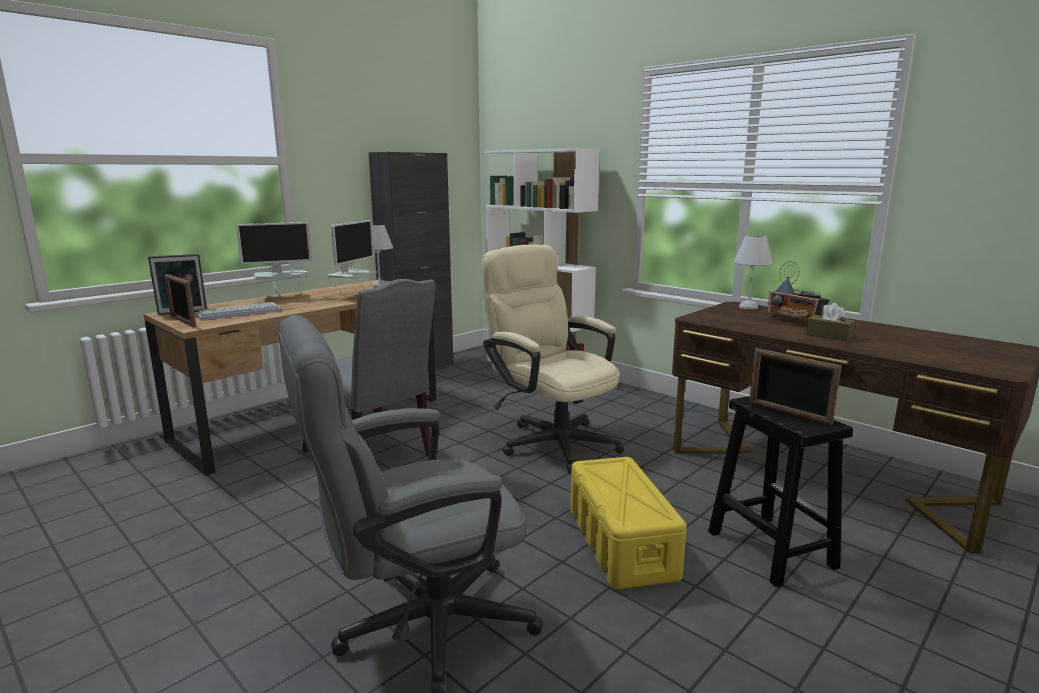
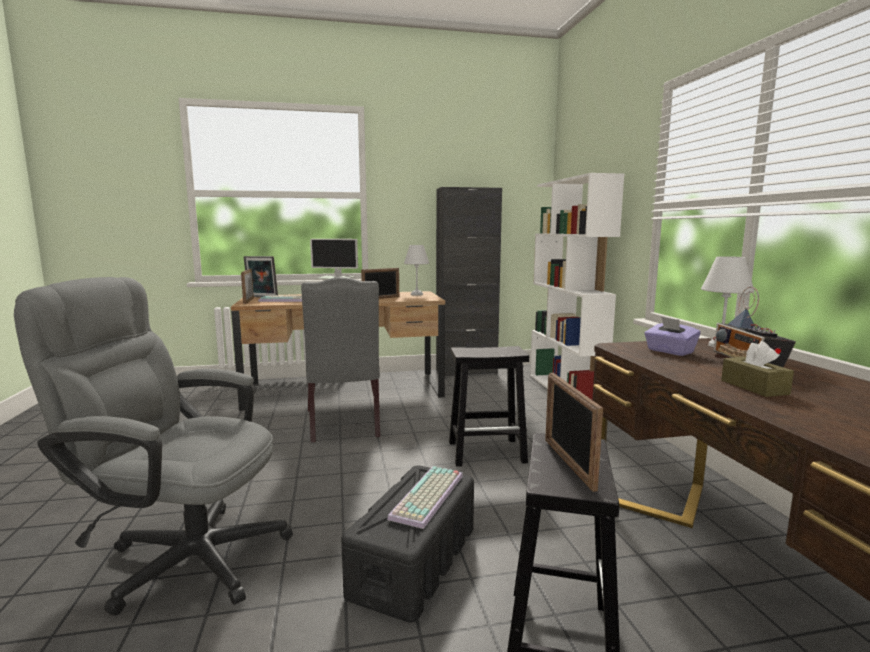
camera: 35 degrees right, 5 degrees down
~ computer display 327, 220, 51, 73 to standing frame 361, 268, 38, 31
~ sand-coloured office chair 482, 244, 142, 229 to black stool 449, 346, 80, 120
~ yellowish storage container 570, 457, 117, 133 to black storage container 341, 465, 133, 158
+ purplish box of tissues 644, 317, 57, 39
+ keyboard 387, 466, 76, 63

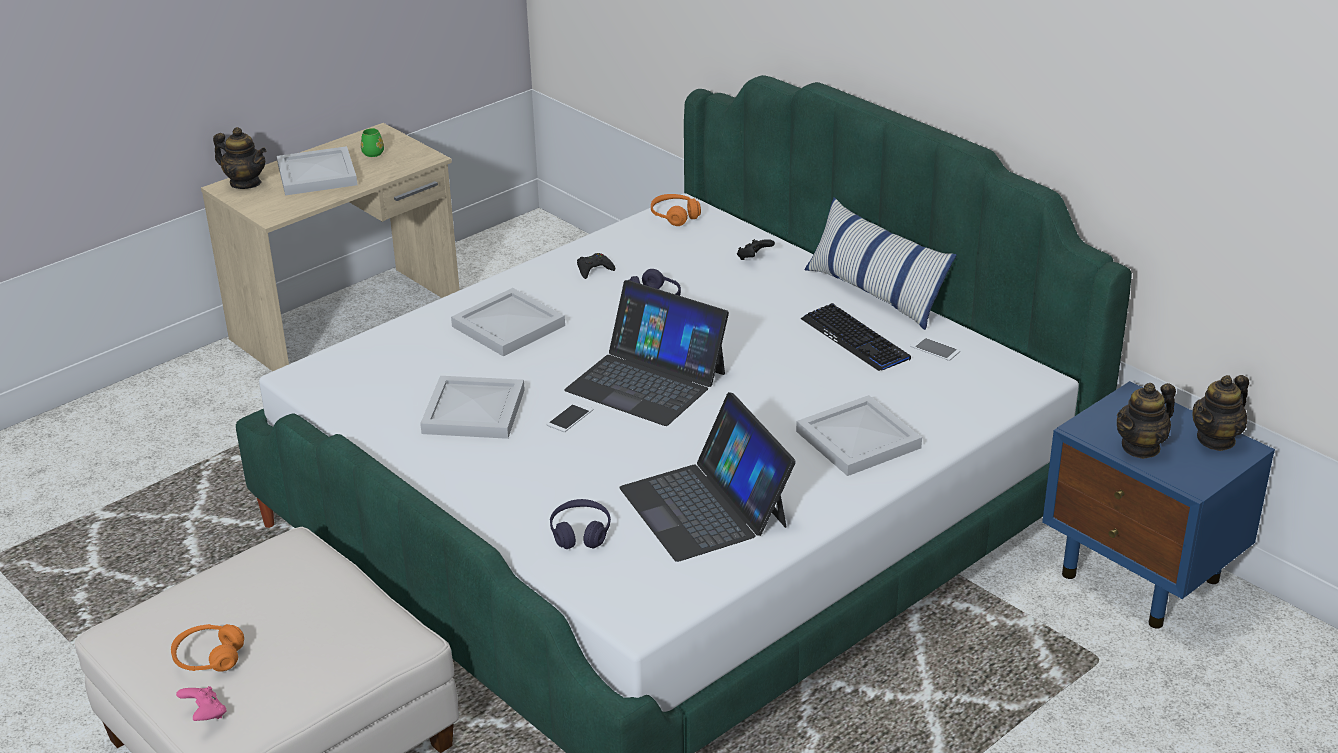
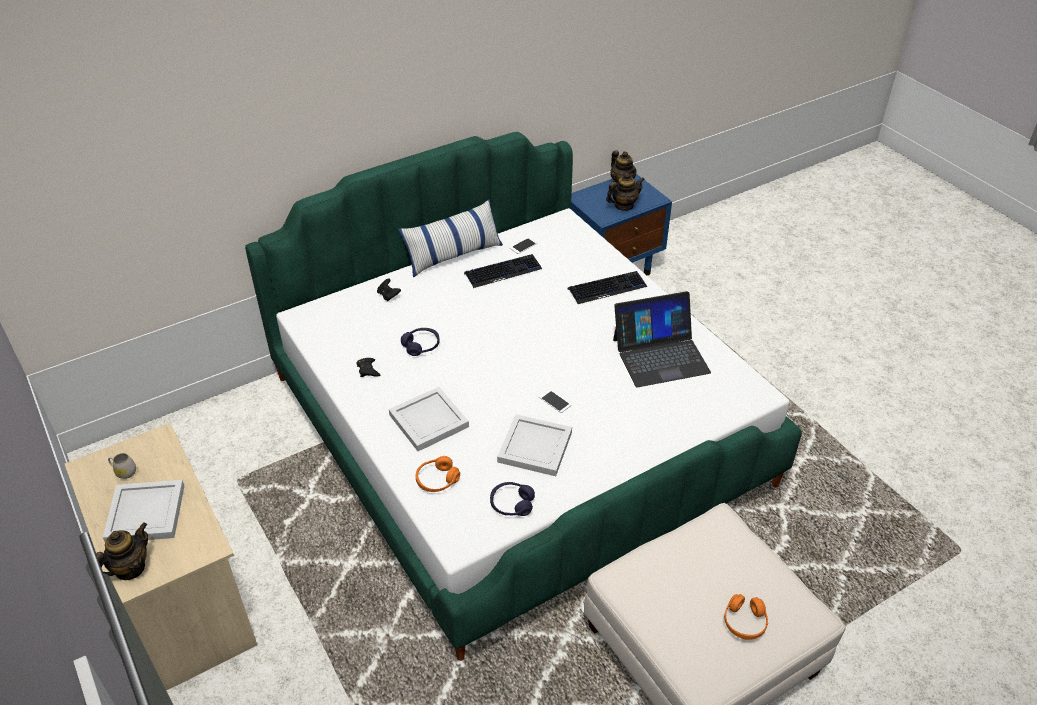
camera: 80 degrees left, 10 degrees up
~ green tea mug 361, 128, 23, 29 to white tea mug 108, 453, 28, 26
~ orange pair of headphones 651, 194, 50, 32 to 415, 456, 45, 36
- laptop 564, 280, 165, 146
~ pot for tea 1117, 383, 59, 76 = 606, 173, 39, 38 90 degrees counterclockwise
~ white tray 796, 395, 126, 81 to keyboard 568, 271, 79, 33
~ purplish pair of headphones 550, 499, 61, 50 to 490, 482, 45, 34
- pink game controller 176, 686, 50, 35

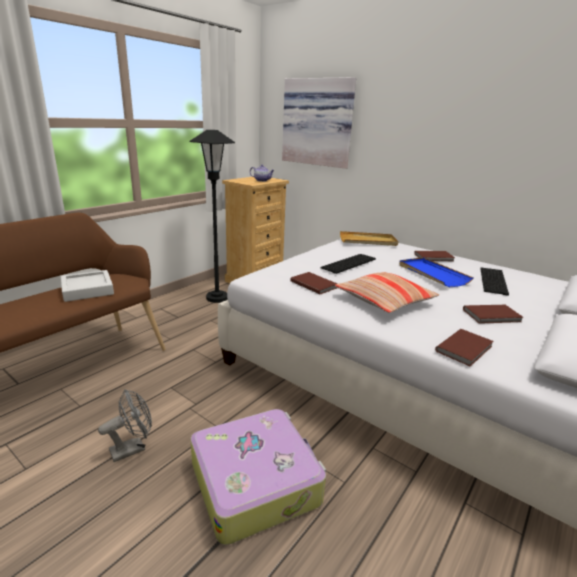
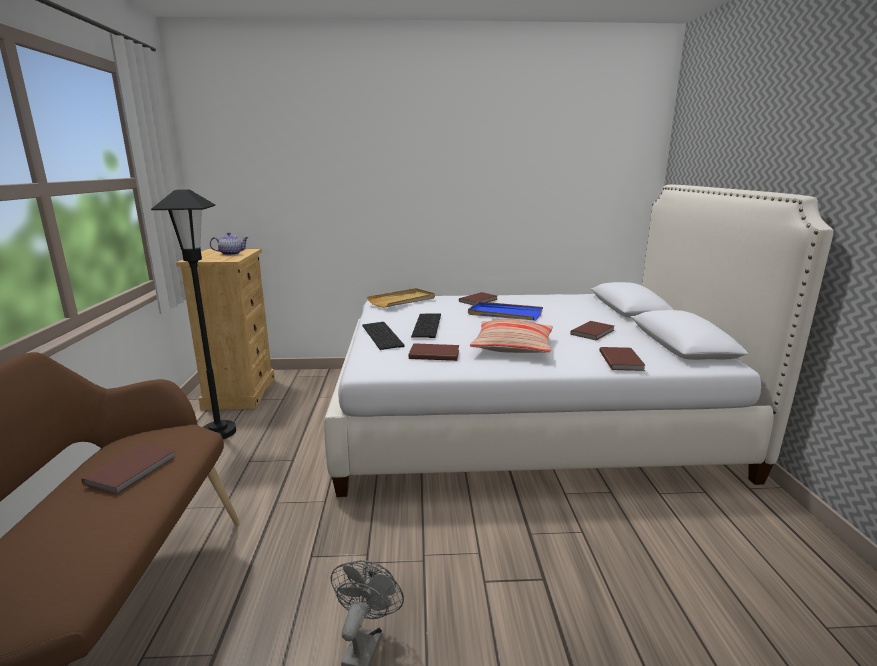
camera: 40 degrees left, 5 degrees down
- wall art 282, 77, 74, 92
~ keyboard 480, 268, 29, 28 to 362, 322, 43, 28
~ greyish tray 61, 270, 53, 32 to brown bound book 82, 444, 94, 51
- travel case 190, 409, 136, 136

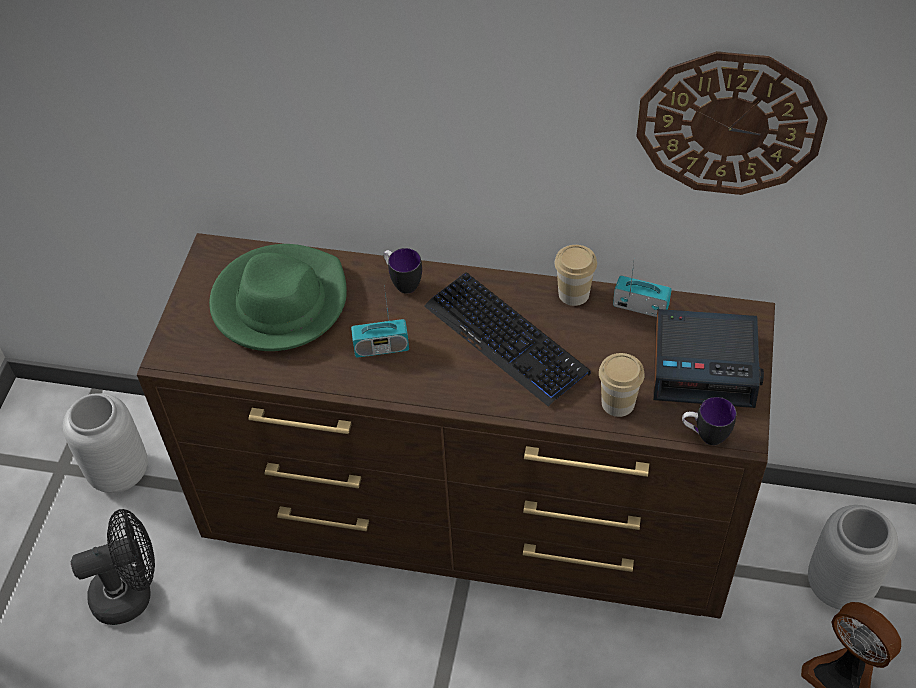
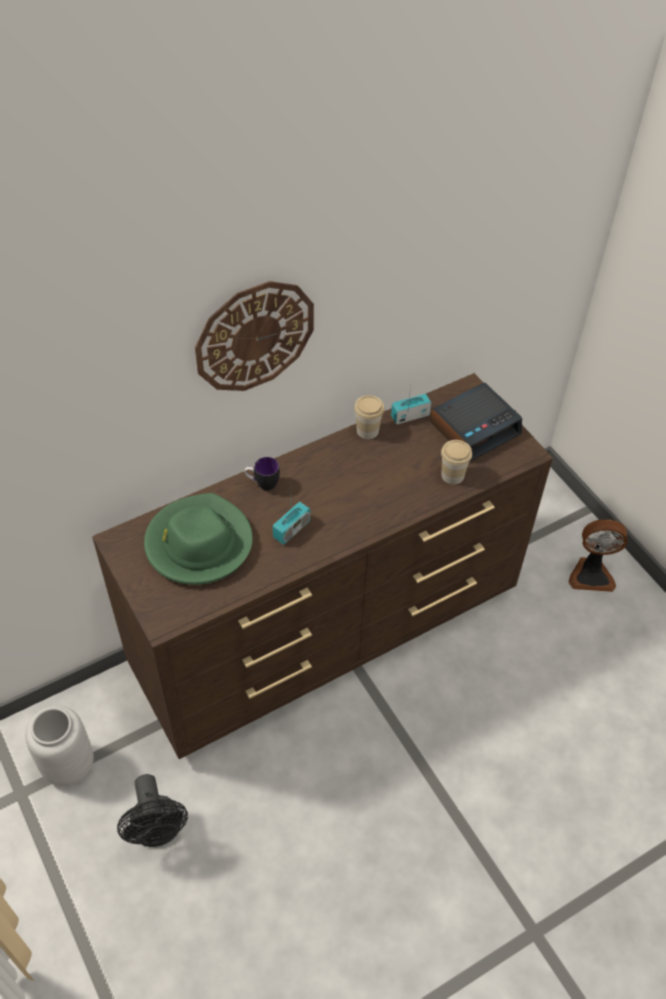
camera: 45 degrees left, 0 degrees up
~ wall clock 636, 51, 192, 144 to 195, 281, 119, 110
- keyboard 424, 272, 167, 135
- tea mug 682, 397, 54, 48
- greyish flower vase 808, 505, 90, 105
~ black electric fan 71, 509, 84, 116 = 117, 774, 71, 73 135 degrees clockwise

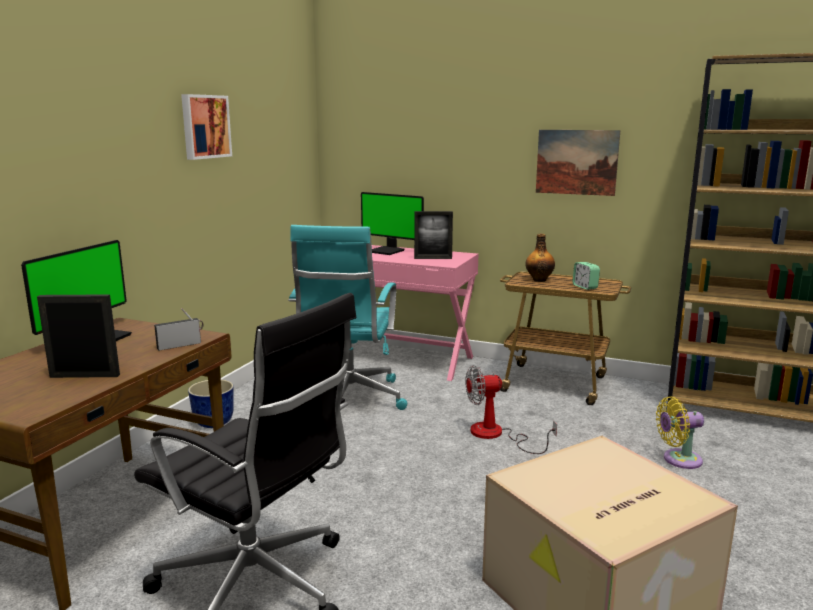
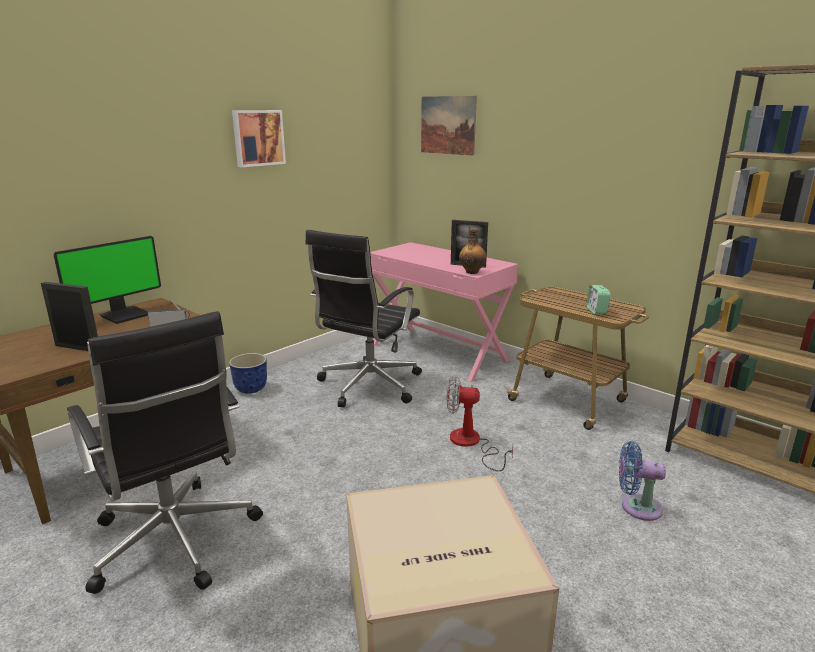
camera: 20 degrees right, 5 degrees up
~ wall art 536, 130, 84, 66 to 421, 96, 56, 60
- computer display 361, 192, 63, 63
~ blue-green office chair 288, 225, 119, 185 to black office chair 305, 230, 117, 177
~ bottle 525, 234, 30, 48 to 459, 228, 27, 46
~ yellowish electric fan 656, 396, 48, 73 to bluish electric fan 619, 441, 47, 80

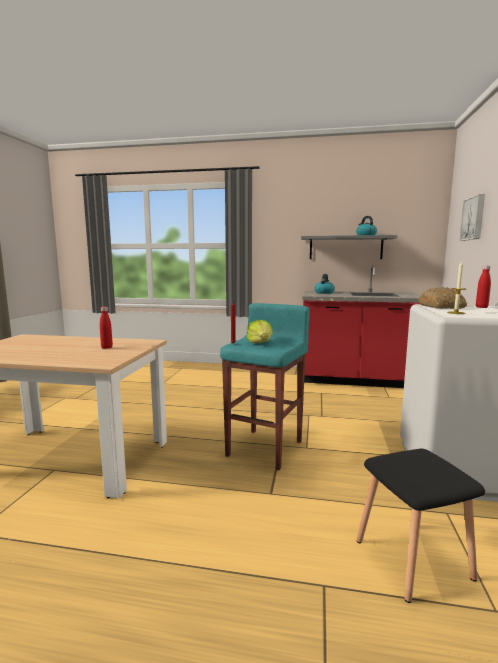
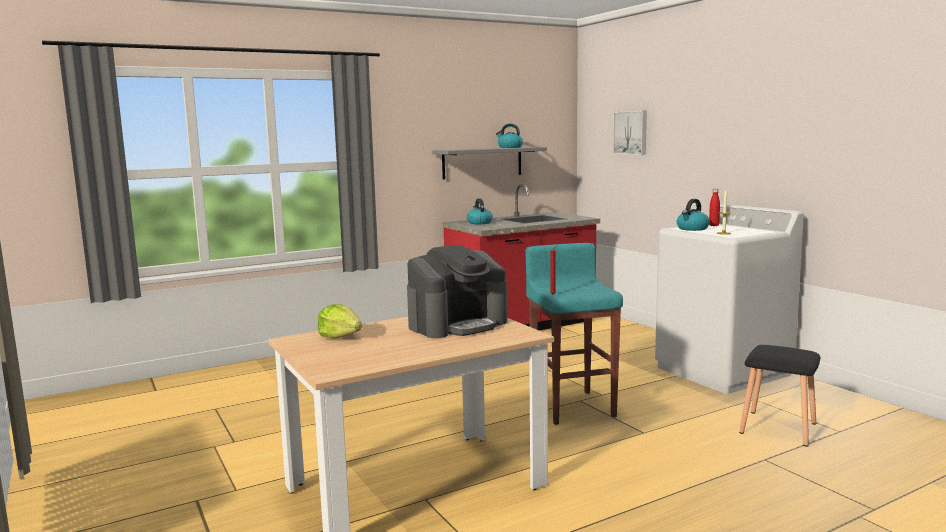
camera: 40 degrees left, 0 degrees up
~ bakery bread 418, 287, 49, 22 to kettle 677, 199, 33, 32
~ reddish bottle 100, 307, 13, 42 to coffee machine 407, 245, 100, 93
~ lettuce 246, 320, 27, 23 to 318, 304, 44, 34

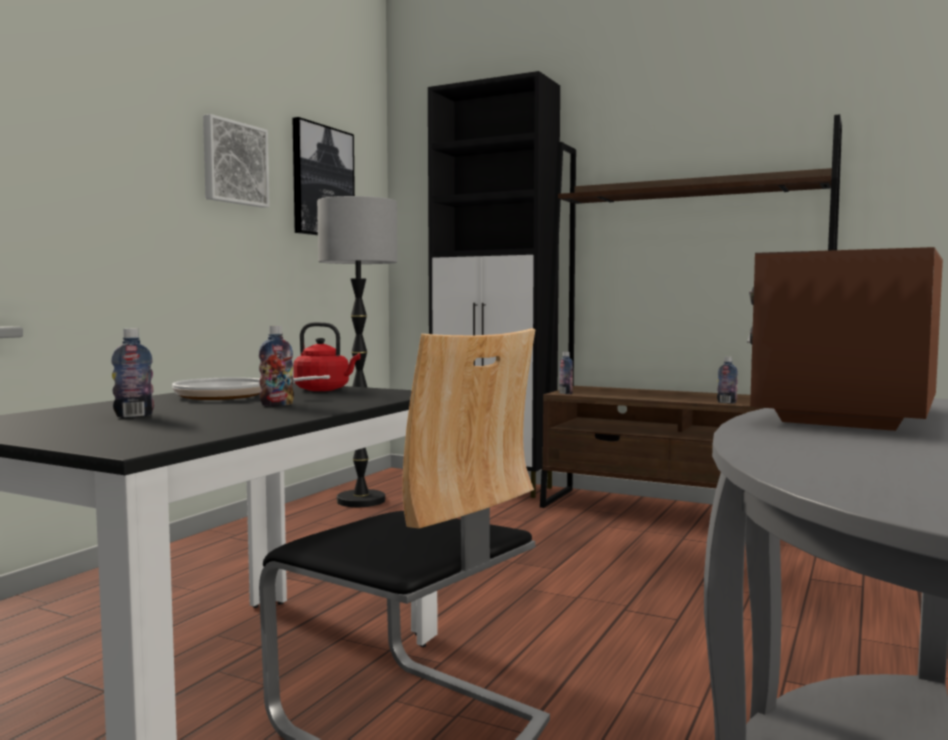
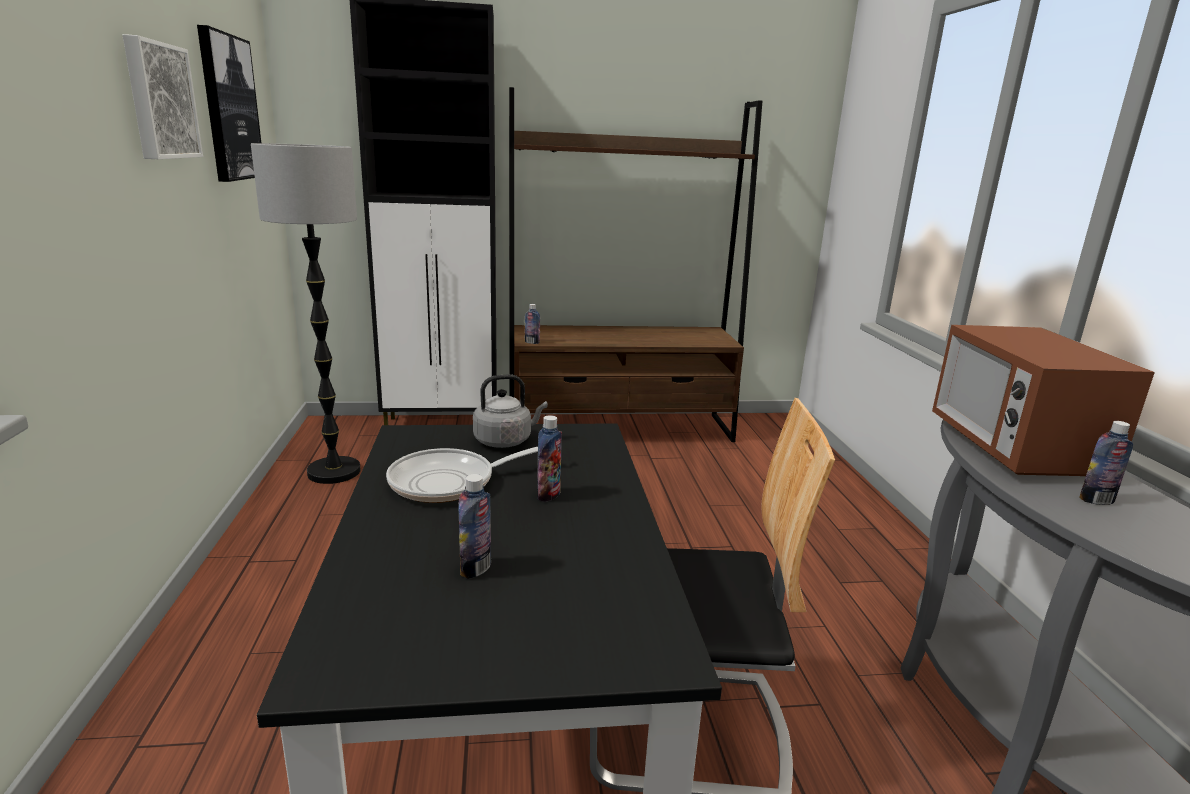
camera: 35 degrees left, 15 degrees up
~ reddish kettle 293, 322, 68, 69 to greyish kettle 473, 375, 75, 73
~ bottle 717, 357, 21, 47 to 1079, 421, 54, 84

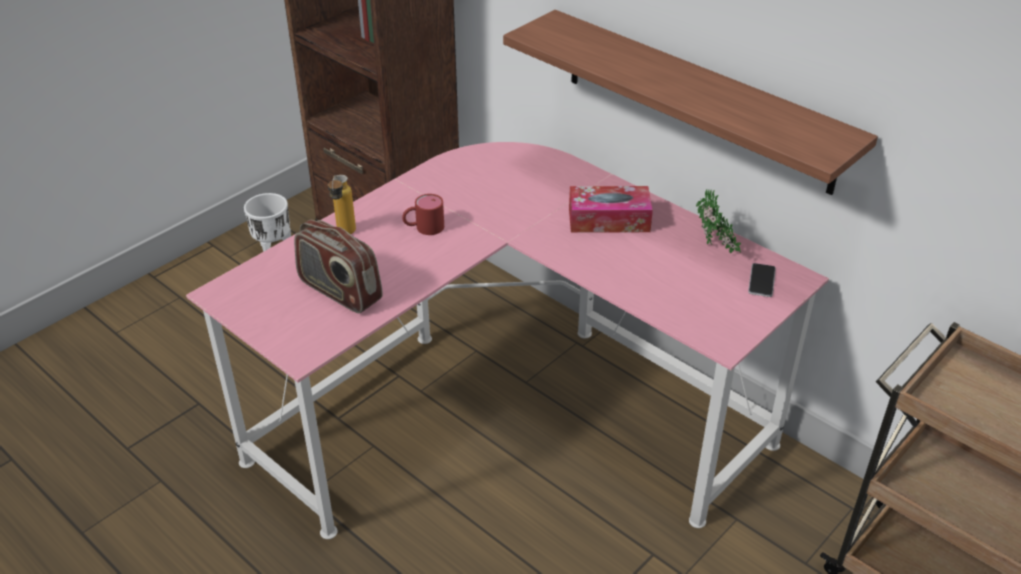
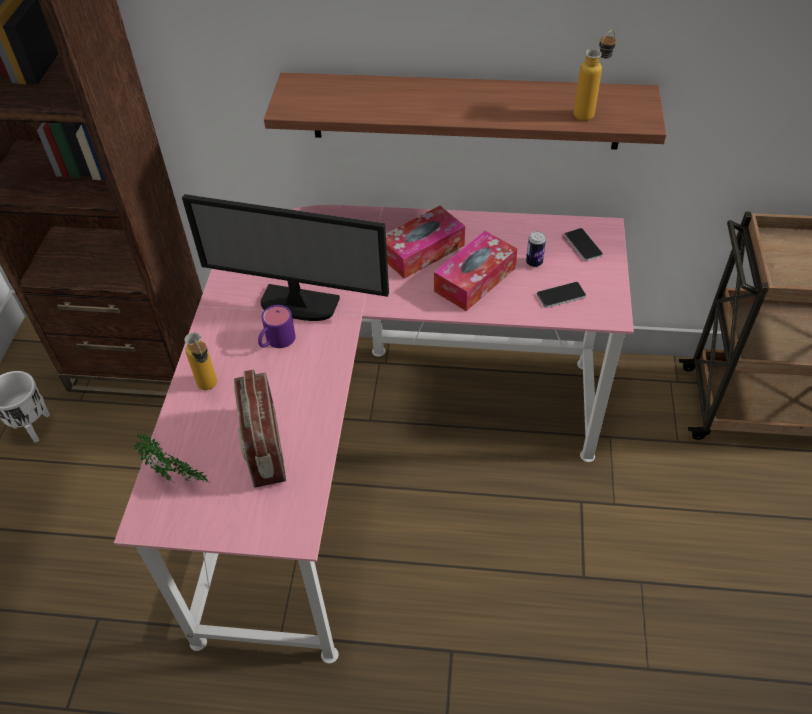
camera: 35 degrees left, 10 degrees up
~ houseplant 696, 190, 45, 63 to 134, 432, 77, 51
~ reddish tea mug 402, 194, 42, 41 to purplish tea mug 258, 305, 38, 43
~ radio receiver 294, 220, 89, 93 = 234, 370, 52, 118 75 degrees clockwise
+ bottle 574, 30, 42, 91
+ computer display 182, 194, 207, 127
+ box of tissues 434, 231, 83, 80
+ metal can 526, 231, 20, 36
+ phone 537, 282, 49, 26

